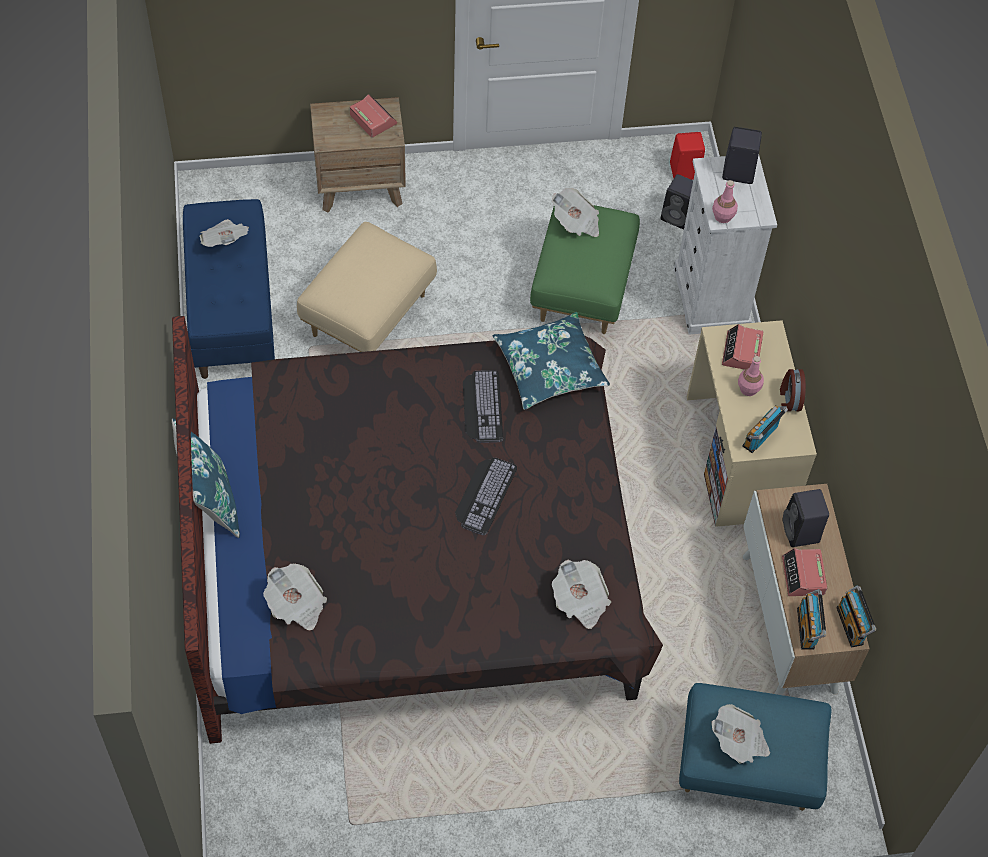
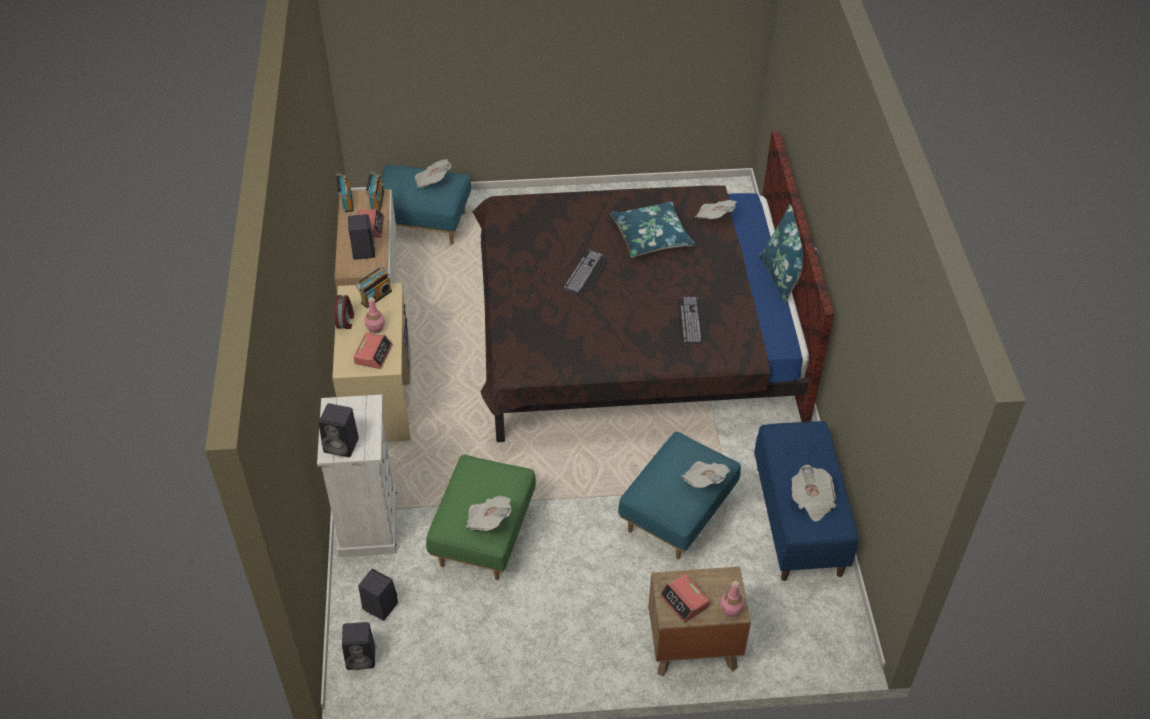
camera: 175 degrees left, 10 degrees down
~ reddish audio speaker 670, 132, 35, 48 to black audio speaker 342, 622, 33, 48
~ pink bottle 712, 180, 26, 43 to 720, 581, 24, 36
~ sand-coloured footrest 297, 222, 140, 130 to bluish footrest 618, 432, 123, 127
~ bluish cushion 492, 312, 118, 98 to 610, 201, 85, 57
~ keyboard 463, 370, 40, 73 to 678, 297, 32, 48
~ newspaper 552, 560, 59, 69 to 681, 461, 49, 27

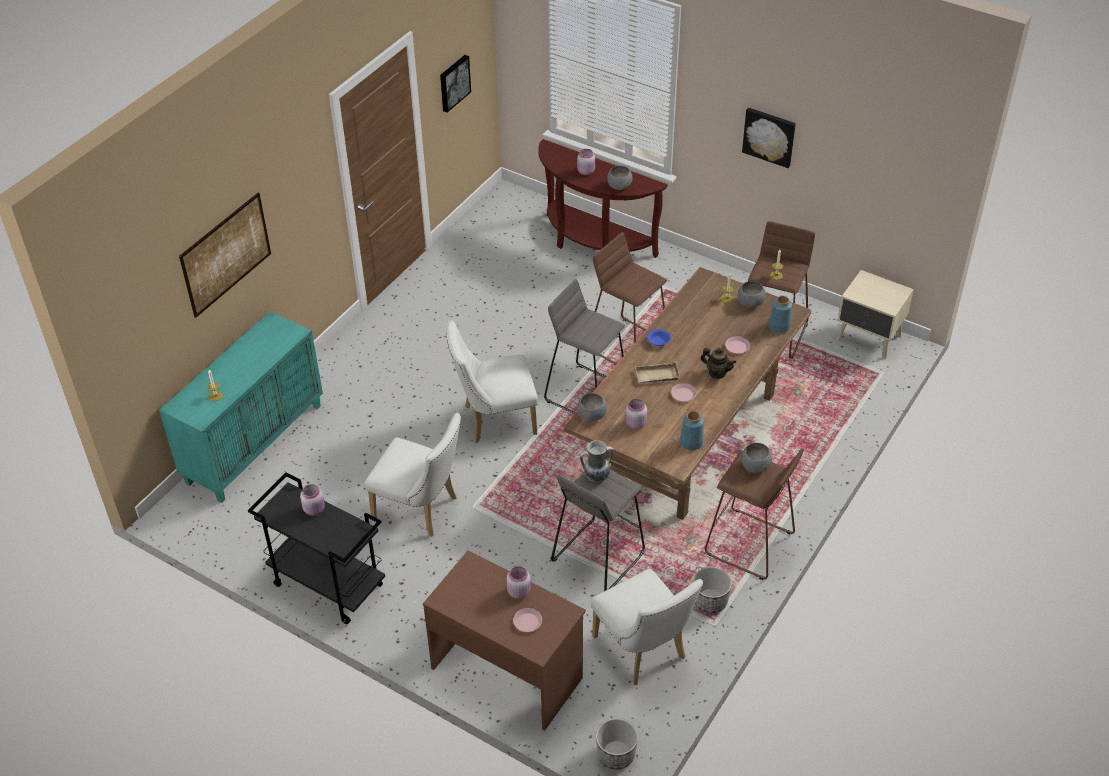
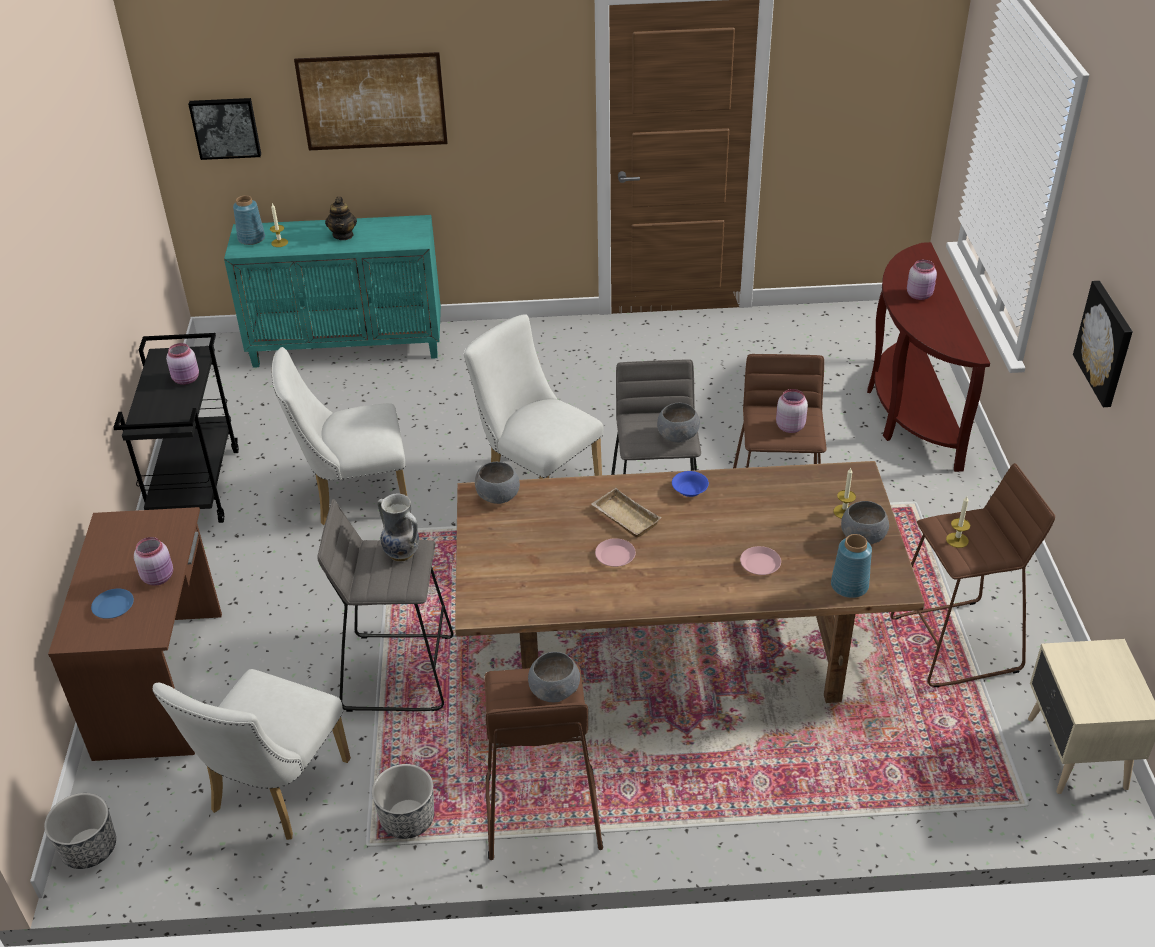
camera: 55 degrees right, 5 degrees down
~ wall art 440, 55, 31, 58 to 188, 98, 73, 62
~ greyish serving bowl 607, 166, 26, 24 to 657, 403, 43, 39
~ pot for tea 701, 347, 35, 32 to 325, 197, 32, 43
~ pink storage jar 625, 399, 22, 30 to 776, 389, 32, 44
~ bluish flower vase 680, 411, 24, 39 to 233, 195, 32, 50
~ white plain chair 365, 413, 96, 124 = 272, 347, 135, 178 90 degrees clockwise
~ pink plate 513, 608, 29, 24 to bluish plate 91, 589, 43, 30

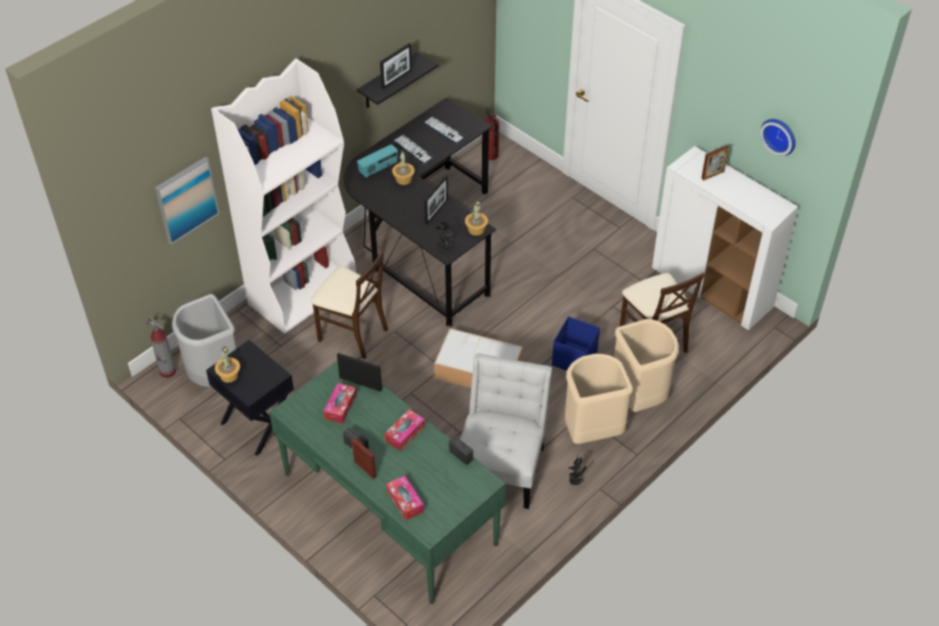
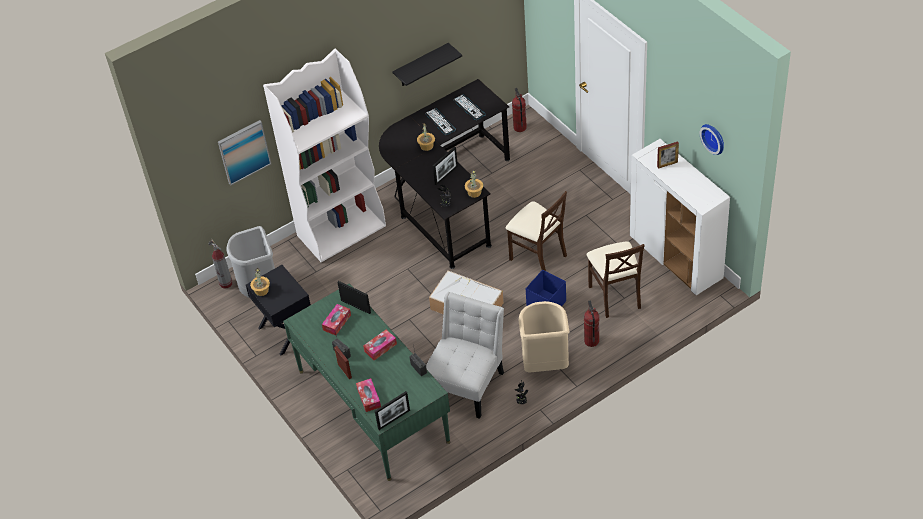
camera: 15 degrees right, 0 degrees up
~ standing frame 380, 43, 32, 46 to 375, 391, 35, 39
- radio receiver 357, 144, 41, 34
~ sand-coloured plain chair 310, 249, 78, 110 to 506, 191, 61, 80
~ sand-coloured waste bin 614, 319, 65, 93 to fire extinguisher 584, 300, 15, 47

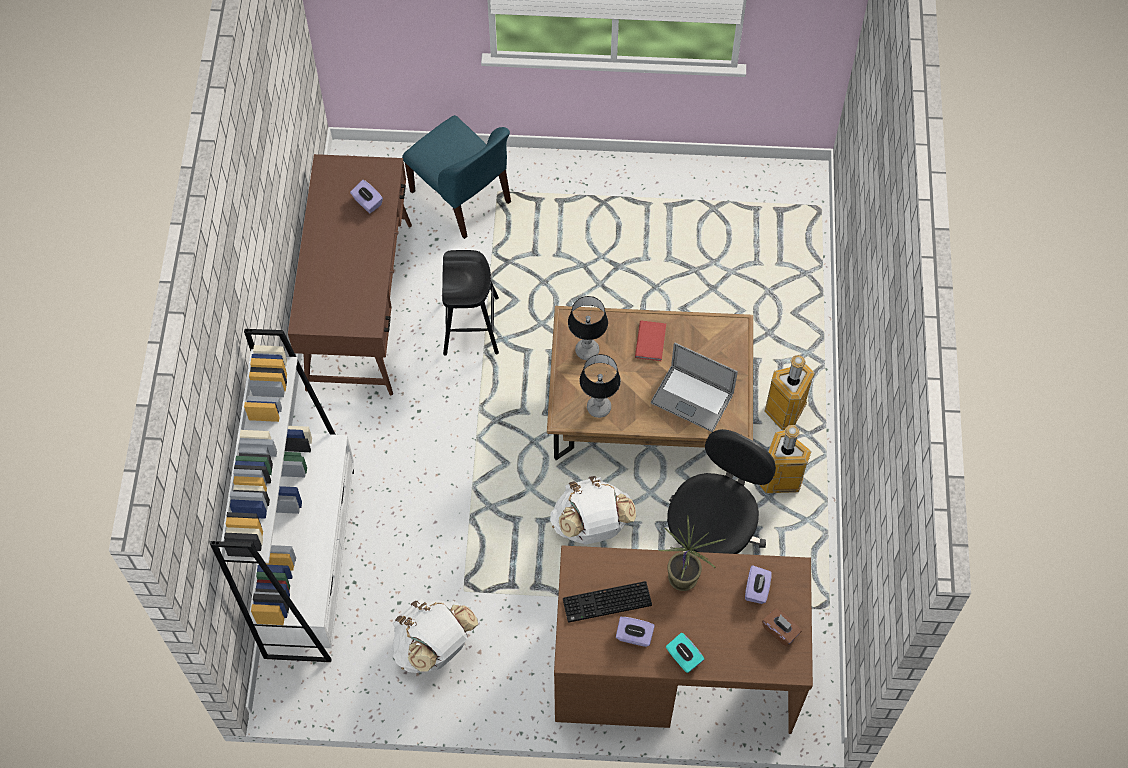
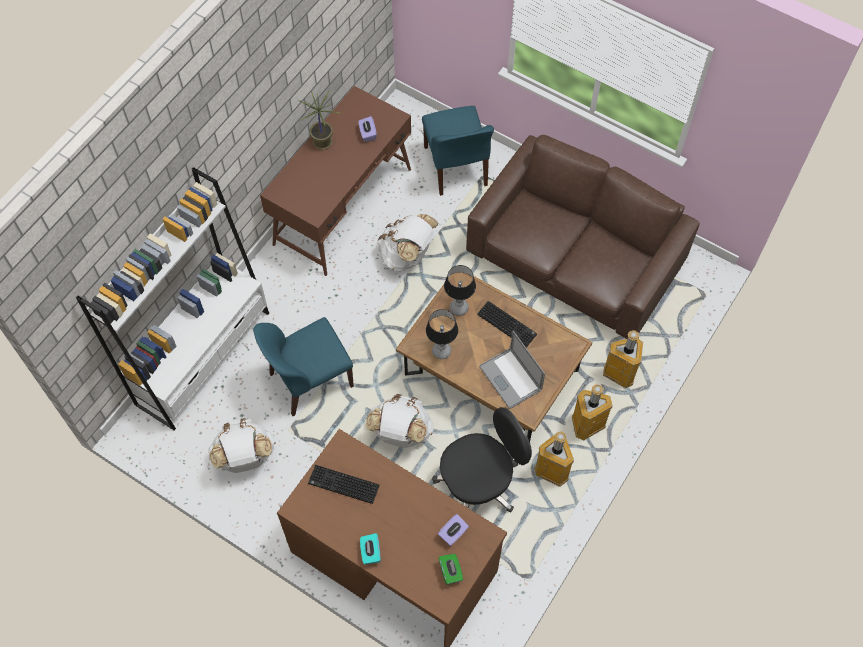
camera: 30 degrees right, 0 degrees up
~ black stool 442, 250, 57, 105 to white rucksack 377, 214, 62, 58
~ reddish bound book 635, 321, 31, 40 to keyboard 477, 301, 60, 46
~ houseplant 658, 515, 67, 76 to 298, 91, 44, 59
~ brown box of tissues 762, 608, 40, 38 to green box of tissues 438, 554, 25, 31
- purplish box of tissues 616, 617, 39, 30
+ brown couch 466, 135, 234, 204
+ bluish plain chair 253, 317, 101, 99
+ waste bin 603, 330, 40, 58

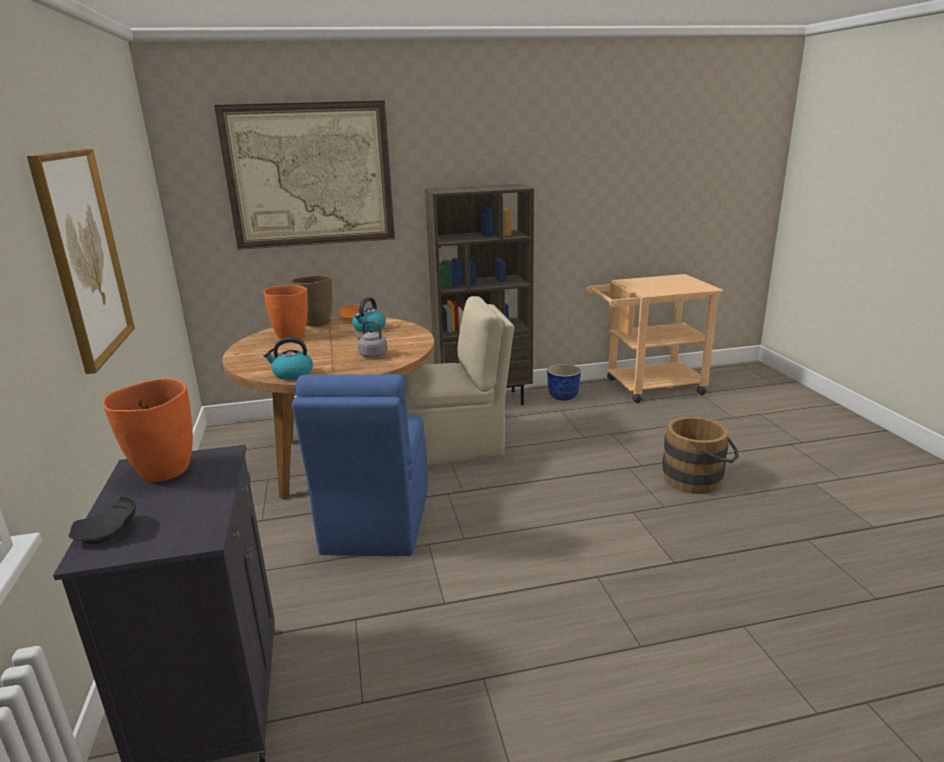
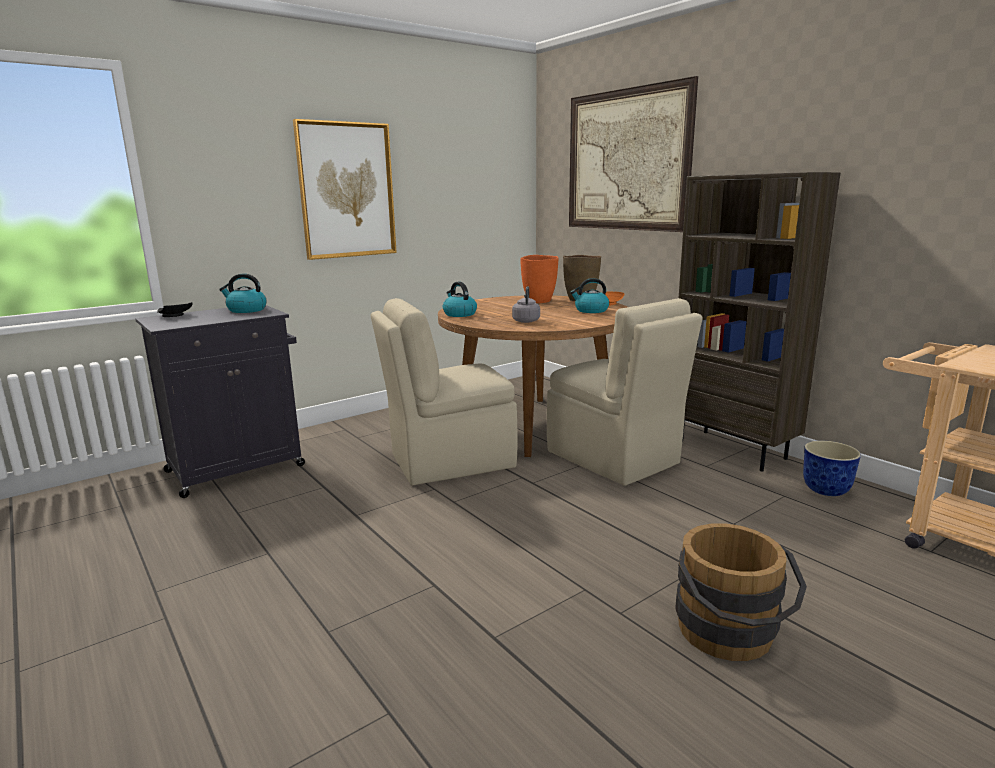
camera: 65 degrees right, 5 degrees down
~ bluish plain chair 292, 374, 136, 182 to sand-coloured plain chair 371, 298, 147, 188
~ orange flower vase 103, 378, 90, 104 to kettle 219, 273, 48, 40

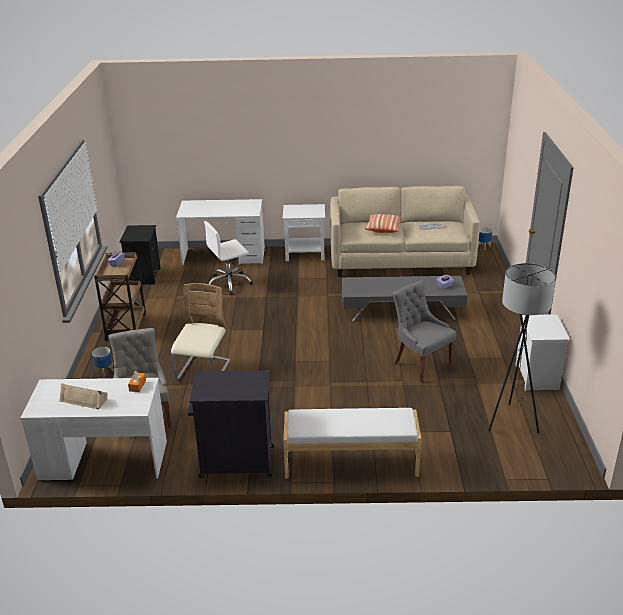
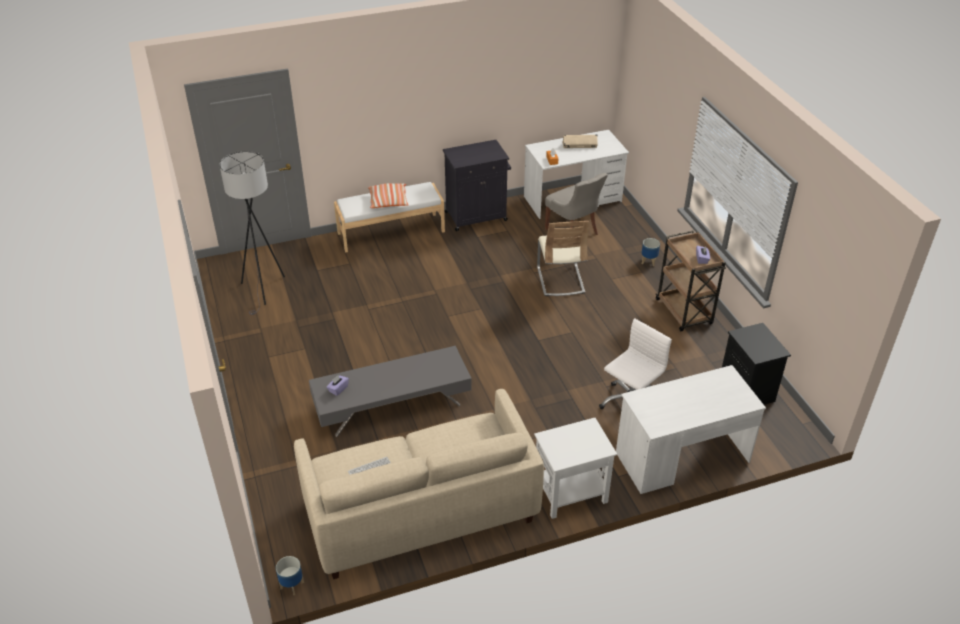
camera: 160 degrees right, 10 degrees up
~ cushion 365, 214, 37, 19 to 368, 183, 40, 25
- greyish plain chair 392, 280, 65, 102
- white bedside table 515, 314, 55, 77

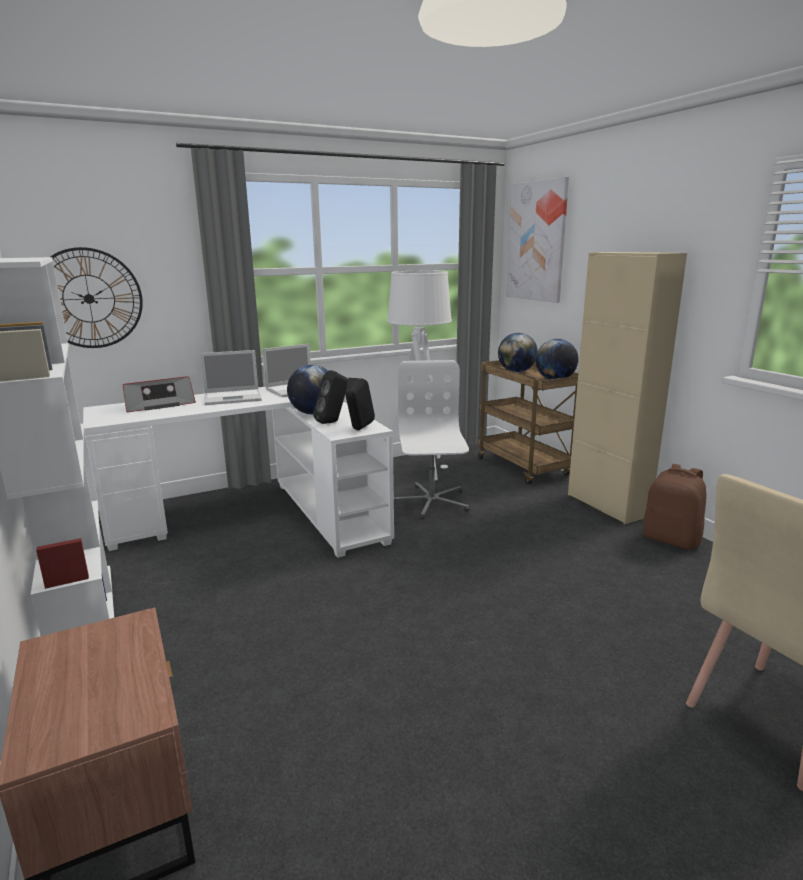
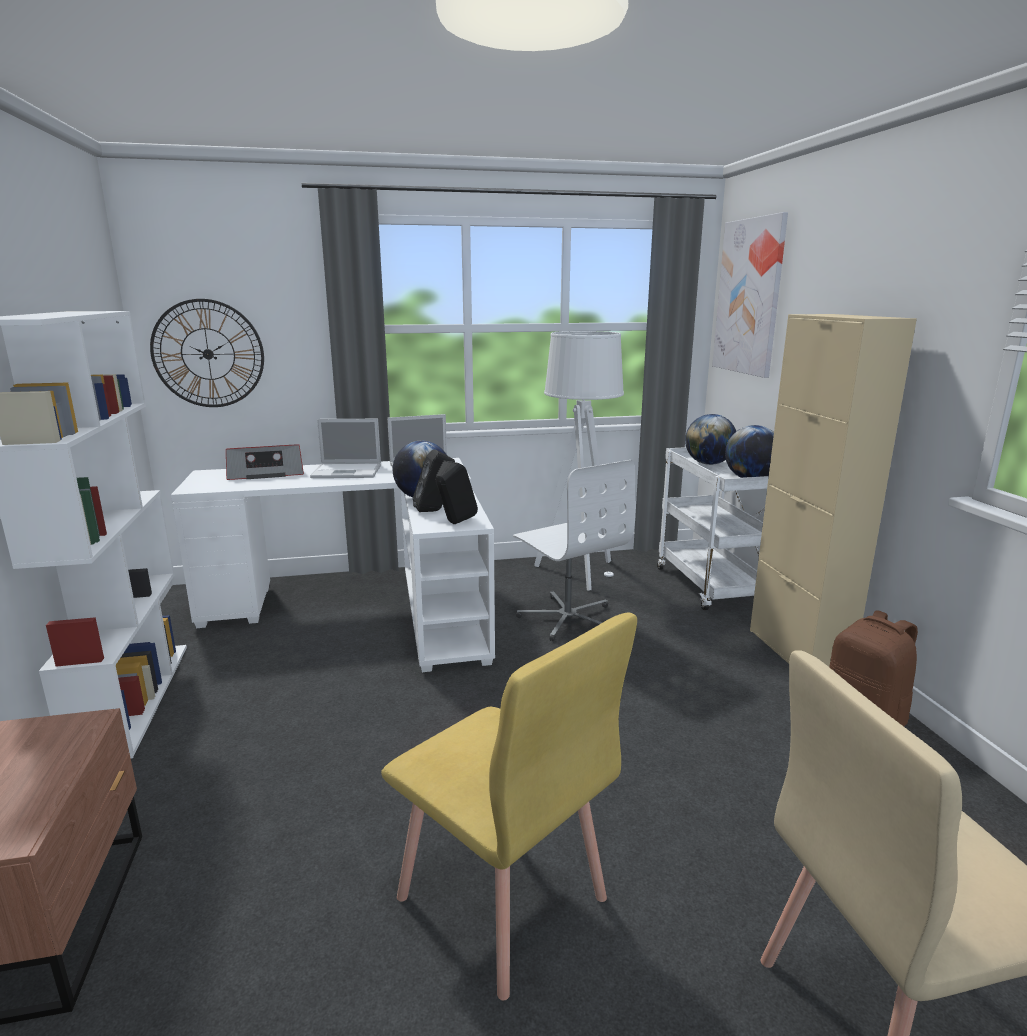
camera: 15 degrees right, 0 degrees up
~ white office chair 394, 360, 75, 160 = 513, 460, 122, 181 135 degrees clockwise
~ brown trolley 478, 360, 100, 125 to white trolley 657, 447, 112, 163
+ yellowish plain chair 381, 613, 256, 387

